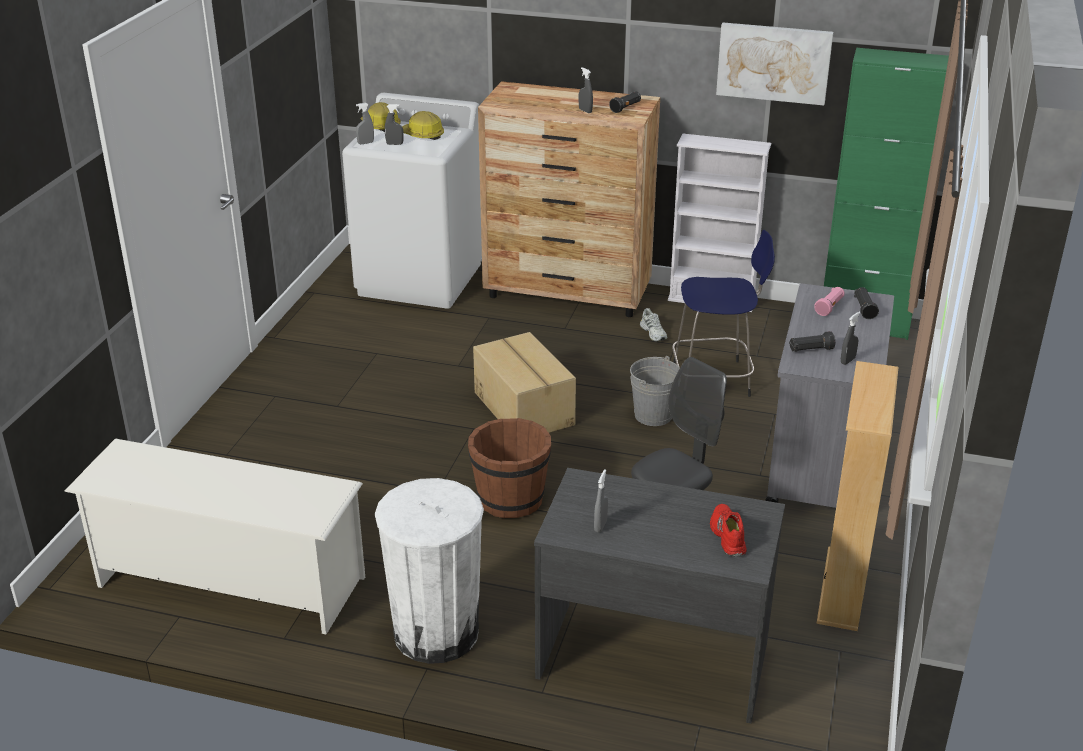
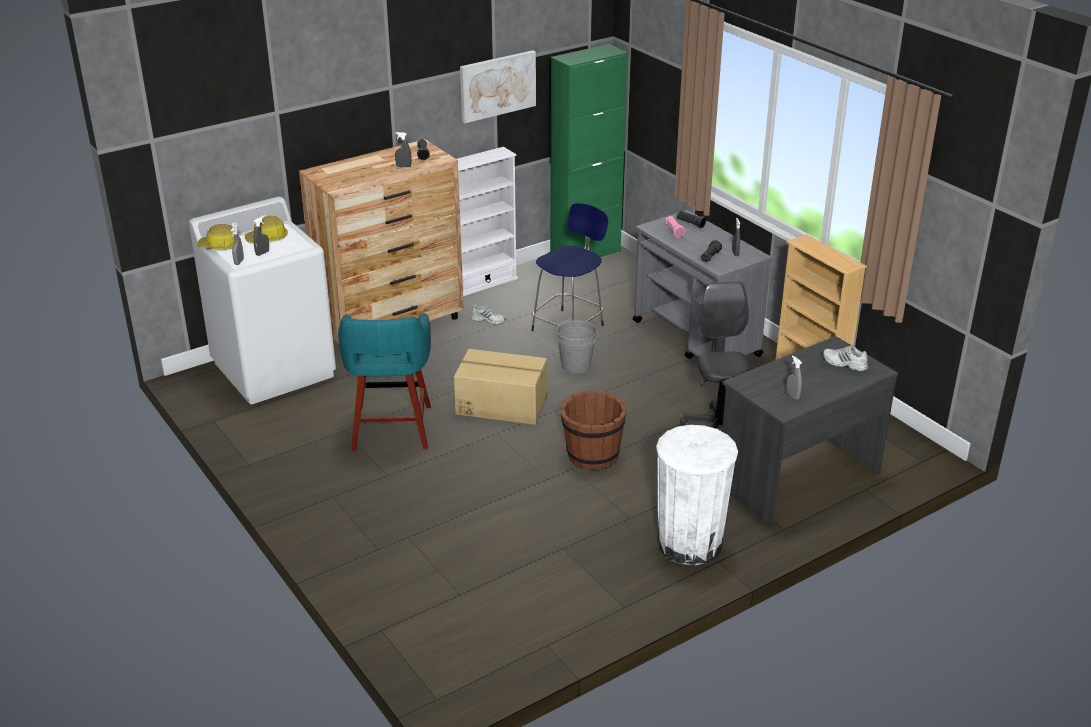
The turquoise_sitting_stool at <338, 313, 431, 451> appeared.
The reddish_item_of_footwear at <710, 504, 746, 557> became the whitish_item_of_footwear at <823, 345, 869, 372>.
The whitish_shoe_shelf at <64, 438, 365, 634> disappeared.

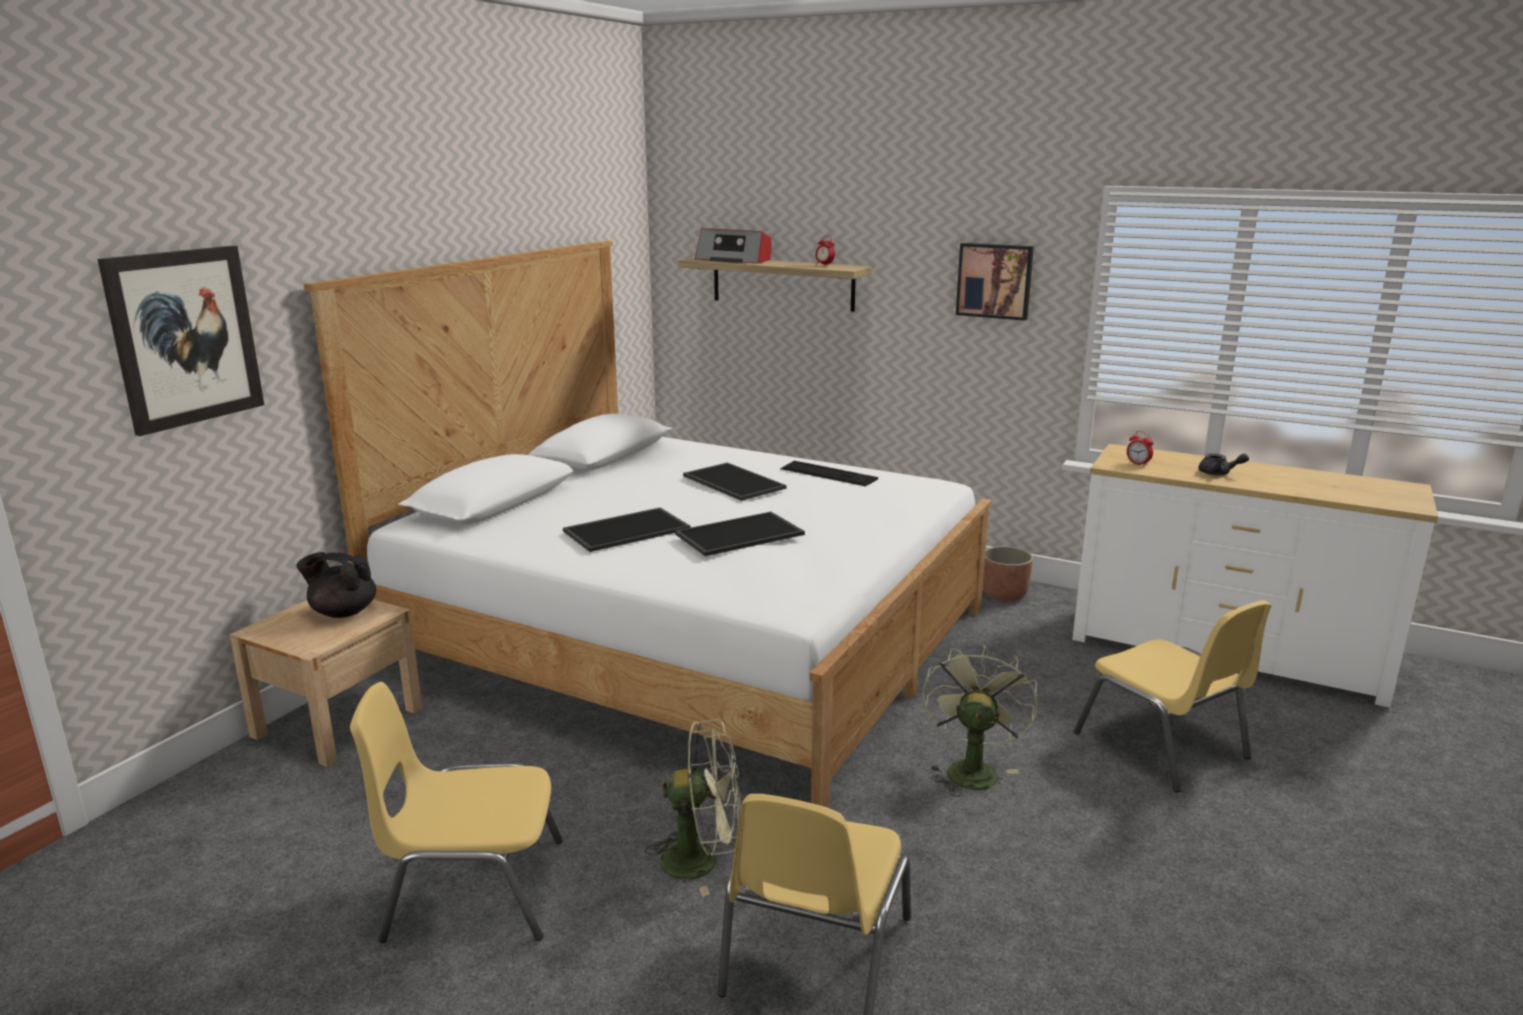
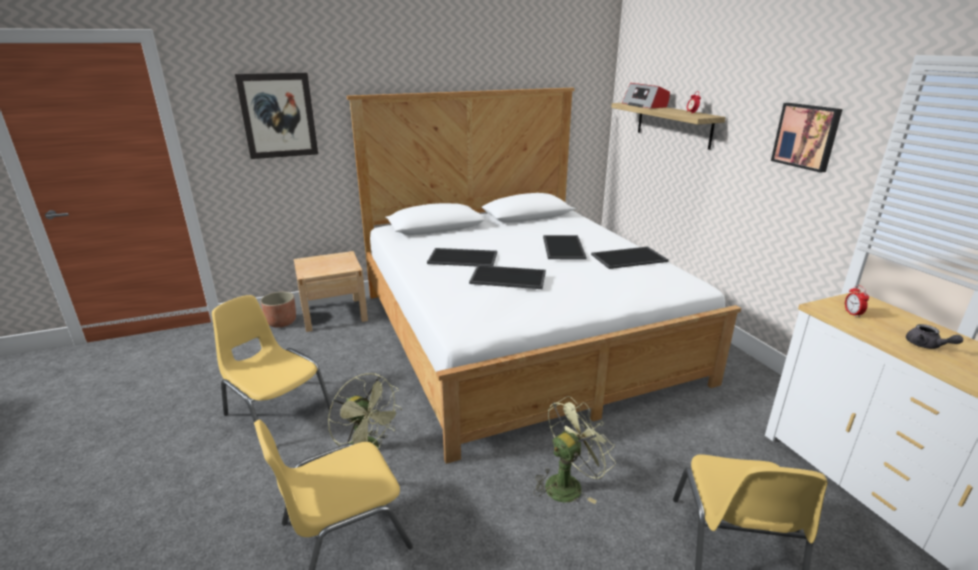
The plant_pot moved from <983, 546, 1033, 601> to <260, 292, 296, 328>.
The computer_keyboard at <780, 461, 878, 486> was replaced by the carrying_tray at <591, 246, 669, 269>.
The black-coloured_teapot at <296, 552, 376, 618> disappeared.

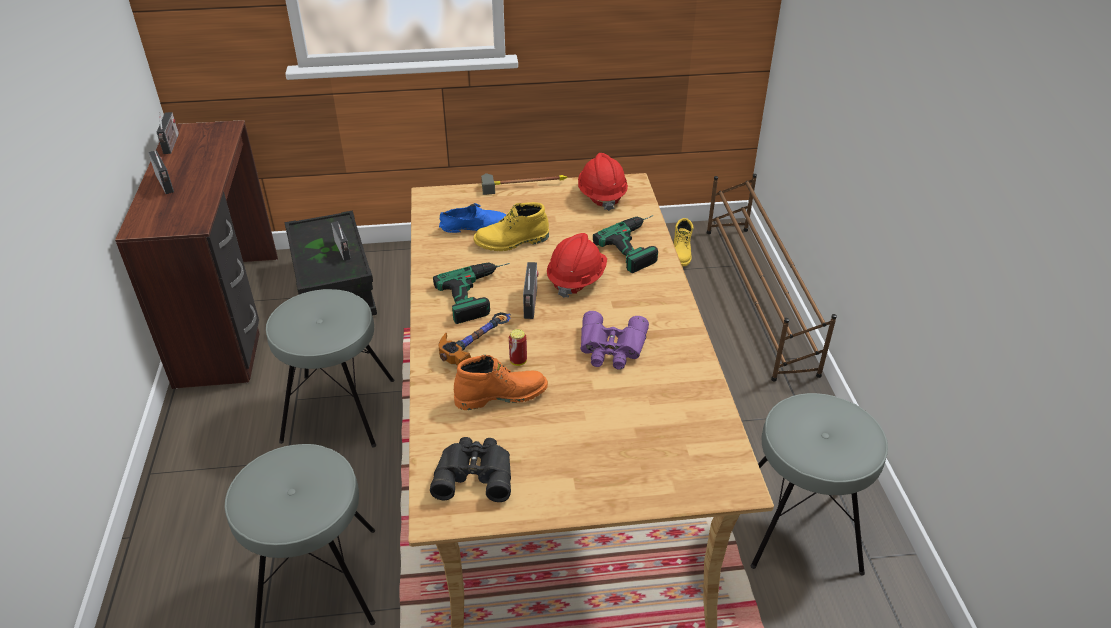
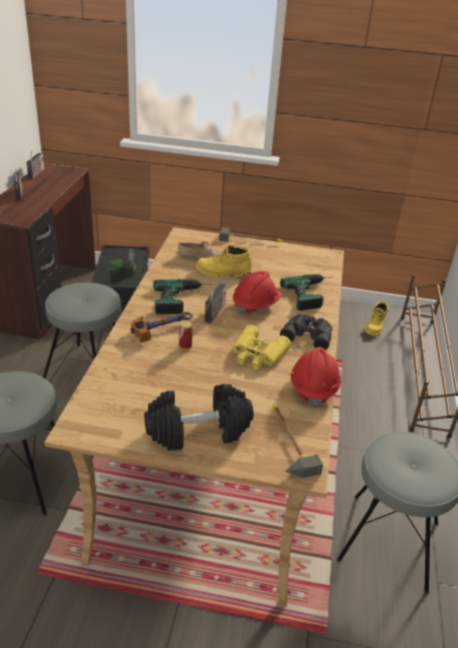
The black-coloured_hand_weight at <144, 384, 254, 451> appeared.
The blue_item_of_footwear at <439, 203, 506, 233> became the beige_item_of_footwear at <177, 241, 222, 260>.
The purple-coloured_field_glasses at <581, 311, 649, 370> became the yellowish_field_glasses at <233, 325, 291, 370>.
The tool_hammer at <273, 402, 323, 478> appeared.
The black-coloured_field_glasses moved from <430, 437, 511, 502> to <280, 314, 332, 350>.
The reddish_work_helmet moved from <578, 153, 628, 211> to <291, 347, 341, 408>.
The orange-coloured_tall_boot at <454, 355, 548, 410> disappeared.

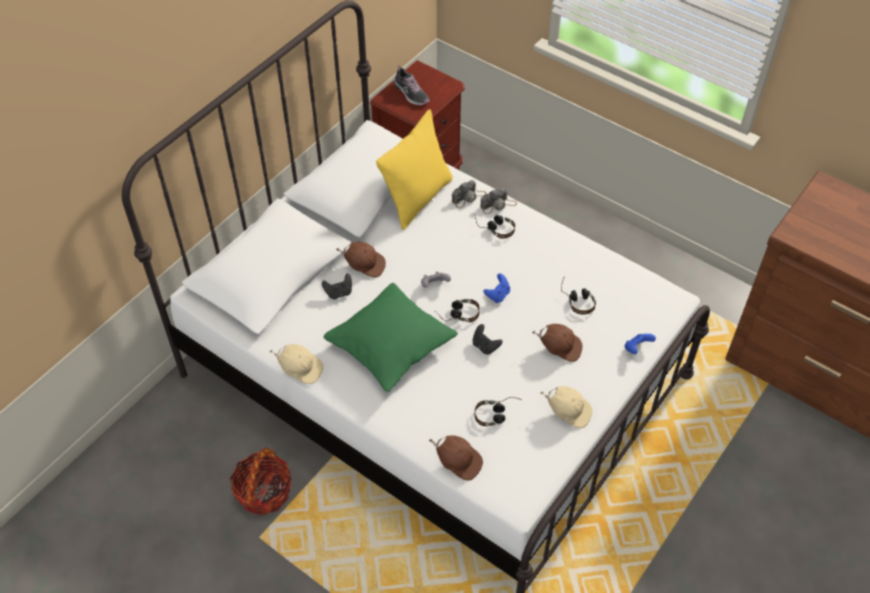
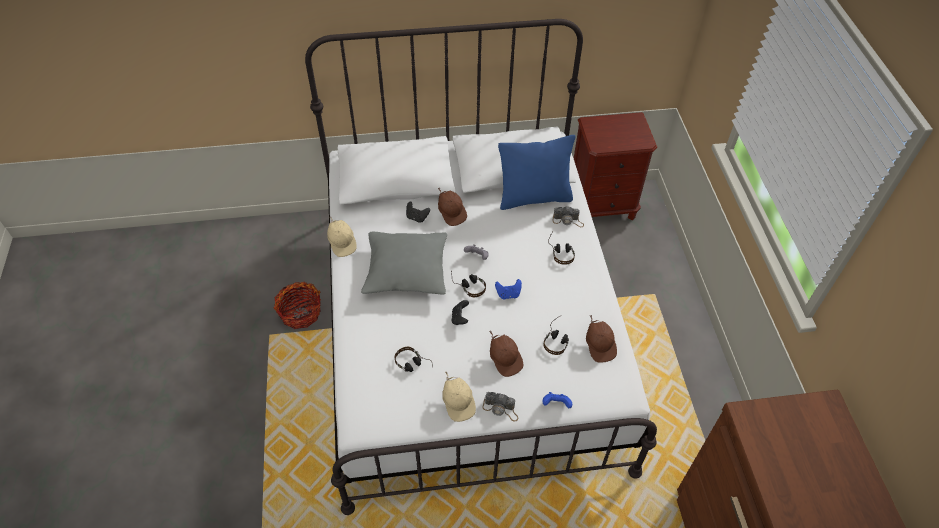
The green-coloured_throw_pillow at <324, 283, 458, 392> became the greyish_throw_pillow at <361, 232, 447, 295>.
The still_camera moved from <480, 188, 517, 214> to <482, 392, 519, 421>.
The yellowish_throw_pillow at <376, 110, 453, 230> became the blue_throw_pillow at <498, 135, 575, 210>.
The brown-coloured_cap moved from <429, 435, 483, 481> to <586, 315, 617, 363>.
The item_of_footwear at <394, 65, 430, 105> disappeared.

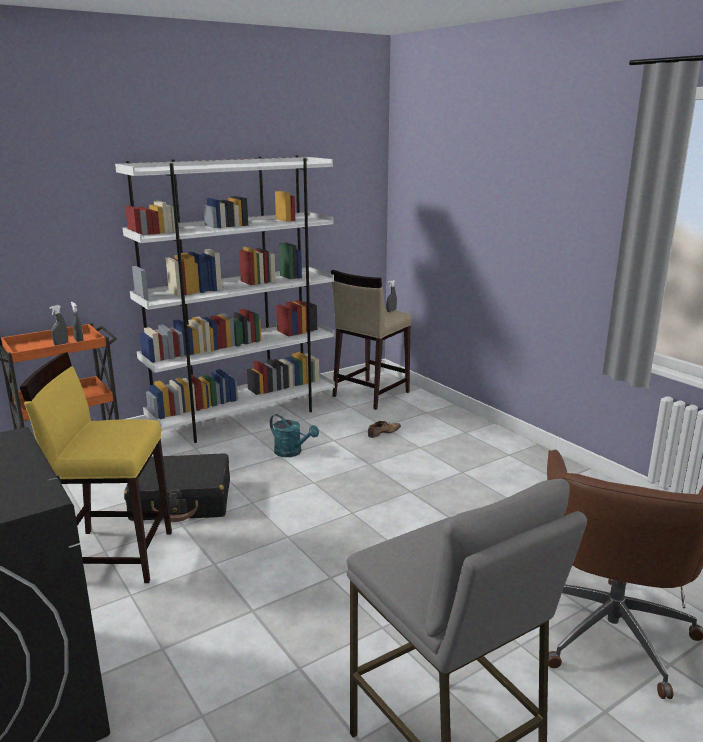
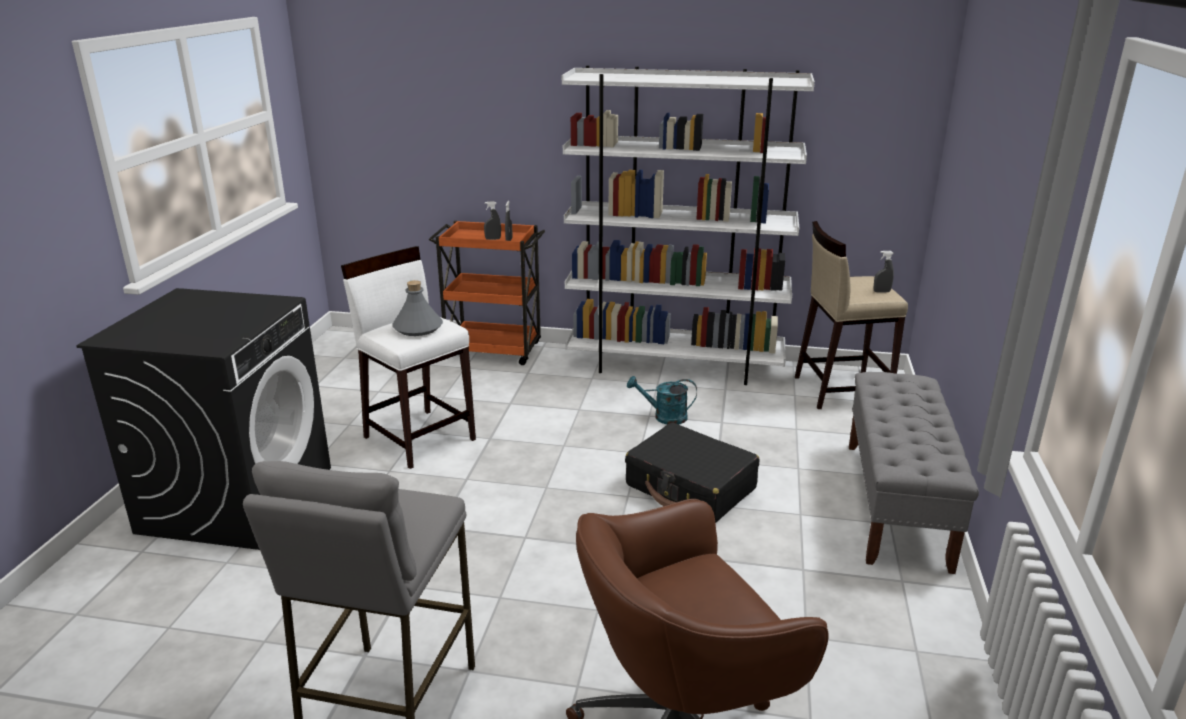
The yellowish_sitting_stool at <20, 352, 172, 583> became the whitish_sitting_stool at <341, 246, 476, 469>.
The greyish_drink_bottle at <392, 280, 443, 336> appeared.
The black-coloured_suitcase moved from <124, 453, 230, 522> to <625, 423, 759, 522>.
The turquoise_watering_pot at <270, 414, 319, 457> turned 105 degrees clockwise.
The greyish_bench at <849, 372, 979, 574> appeared.
The item_of_footwear at <368, 421, 401, 438> disappeared.

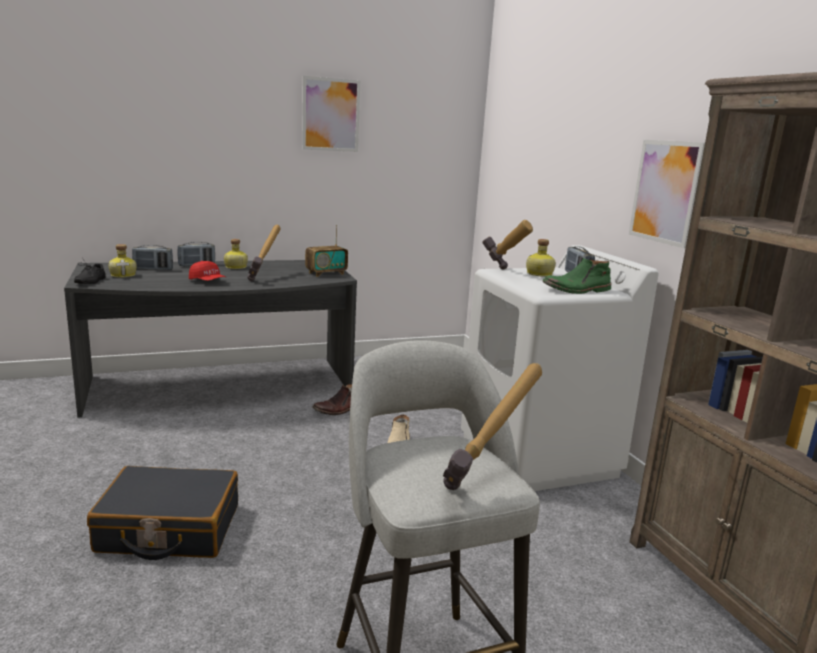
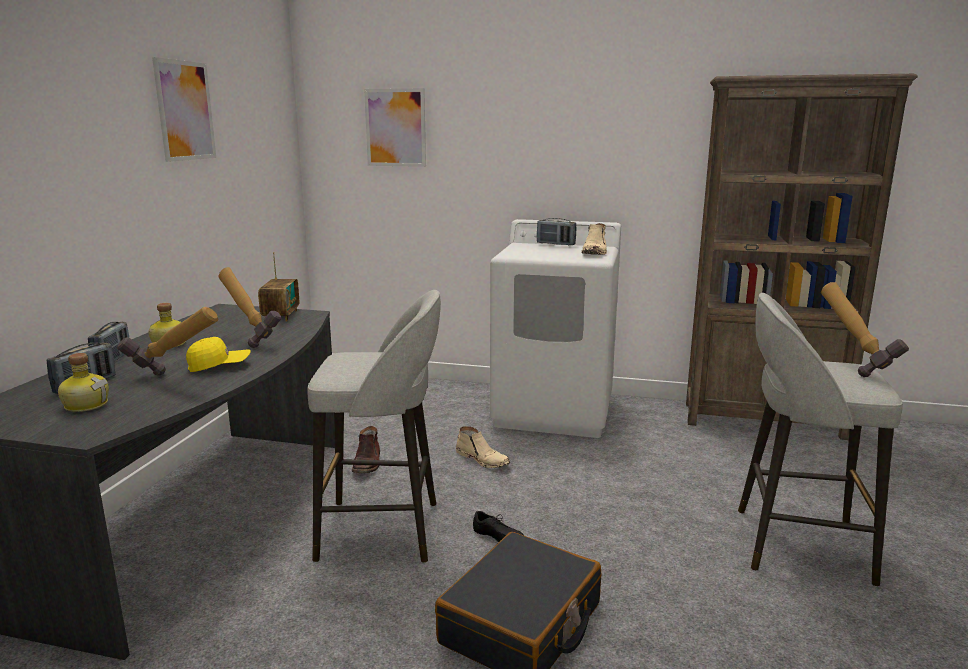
The tool_hammer moved from <482, 220, 533, 269> to <117, 307, 218, 375>.
The reddish_cap at <189, 261, 225, 281> became the yellowish_cap at <186, 337, 251, 372>.
The greyish_sitting_stool at <307, 290, 441, 563> appeared.
The picture moved from <629, 140, 705, 248> to <364, 88, 426, 167>.
The black-coloured_item_of_footwear moved from <74, 258, 106, 284> to <473, 511, 523, 542>.
The green-coloured_tall_boot at <543, 258, 612, 294> became the beige_tall_boot at <581, 223, 607, 255>.
The drink_bottle at <526, 239, 556, 277> disappeared.

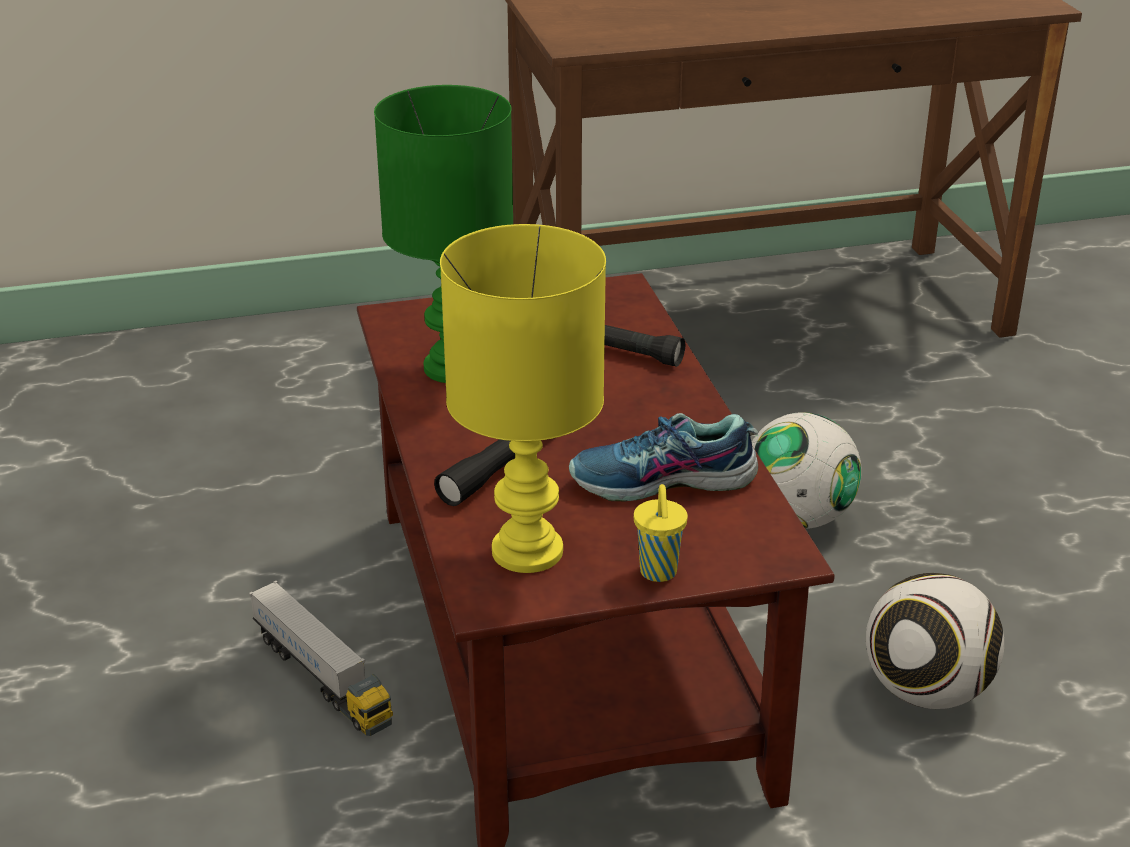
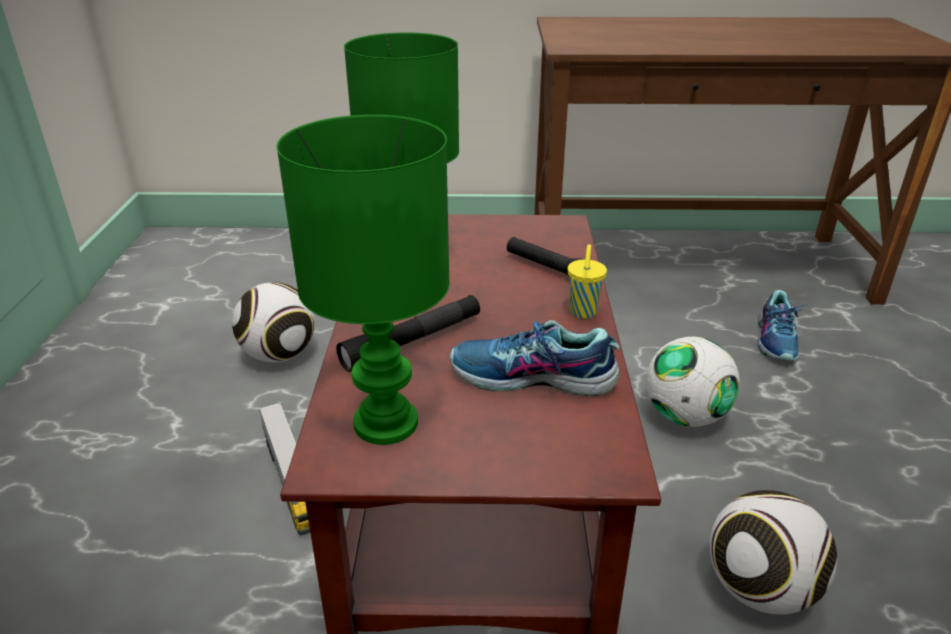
The football at <232, 282, 315, 362> appeared.
The yellowish_lamp_for_a_table at <440, 224, 606, 573> became the green-coloured_lamp_for_a_table at <277, 115, 450, 445>.
The yellowish_small_cup moved from <634, 484, 688, 582> to <568, 244, 607, 319>.
The item_of_footwear at <758, 290, 807, 361> appeared.

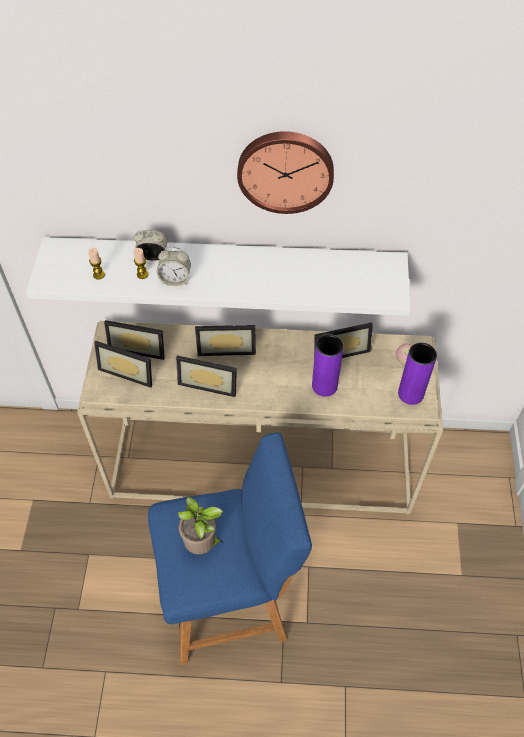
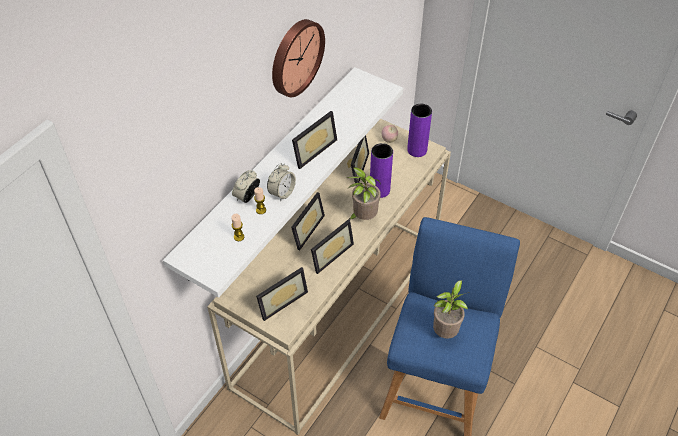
The photo_frame moved from <104, 320, 165, 360> to <292, 111, 337, 169>.
The plant_in_a_pot at <347, 167, 381, 220> appeared.

